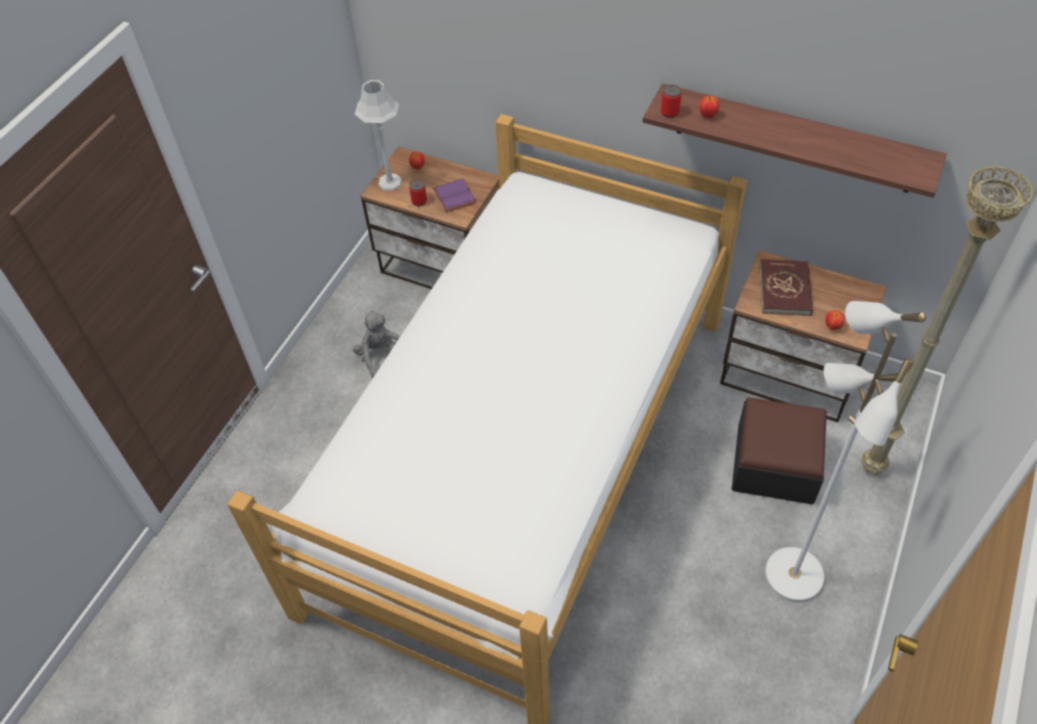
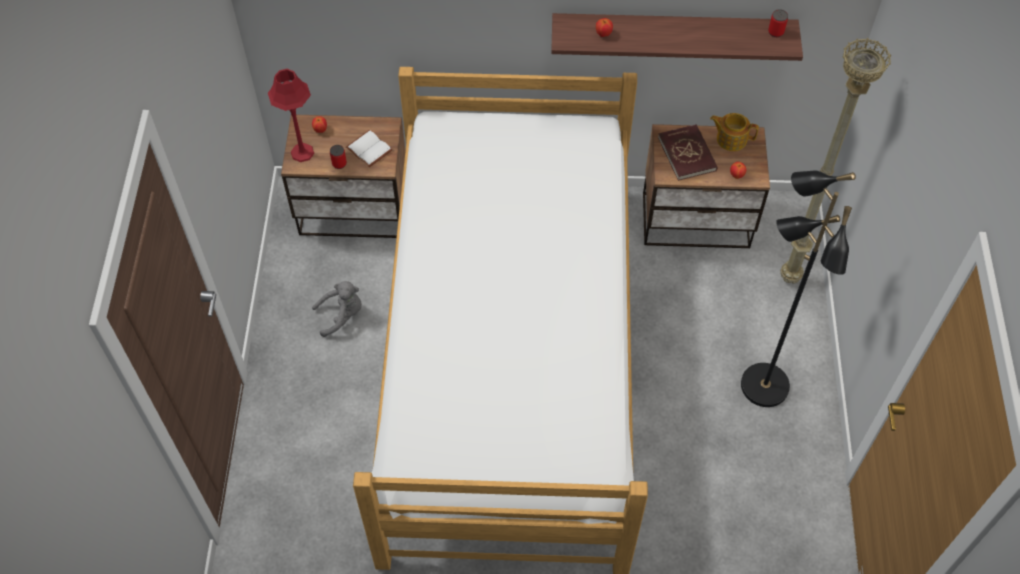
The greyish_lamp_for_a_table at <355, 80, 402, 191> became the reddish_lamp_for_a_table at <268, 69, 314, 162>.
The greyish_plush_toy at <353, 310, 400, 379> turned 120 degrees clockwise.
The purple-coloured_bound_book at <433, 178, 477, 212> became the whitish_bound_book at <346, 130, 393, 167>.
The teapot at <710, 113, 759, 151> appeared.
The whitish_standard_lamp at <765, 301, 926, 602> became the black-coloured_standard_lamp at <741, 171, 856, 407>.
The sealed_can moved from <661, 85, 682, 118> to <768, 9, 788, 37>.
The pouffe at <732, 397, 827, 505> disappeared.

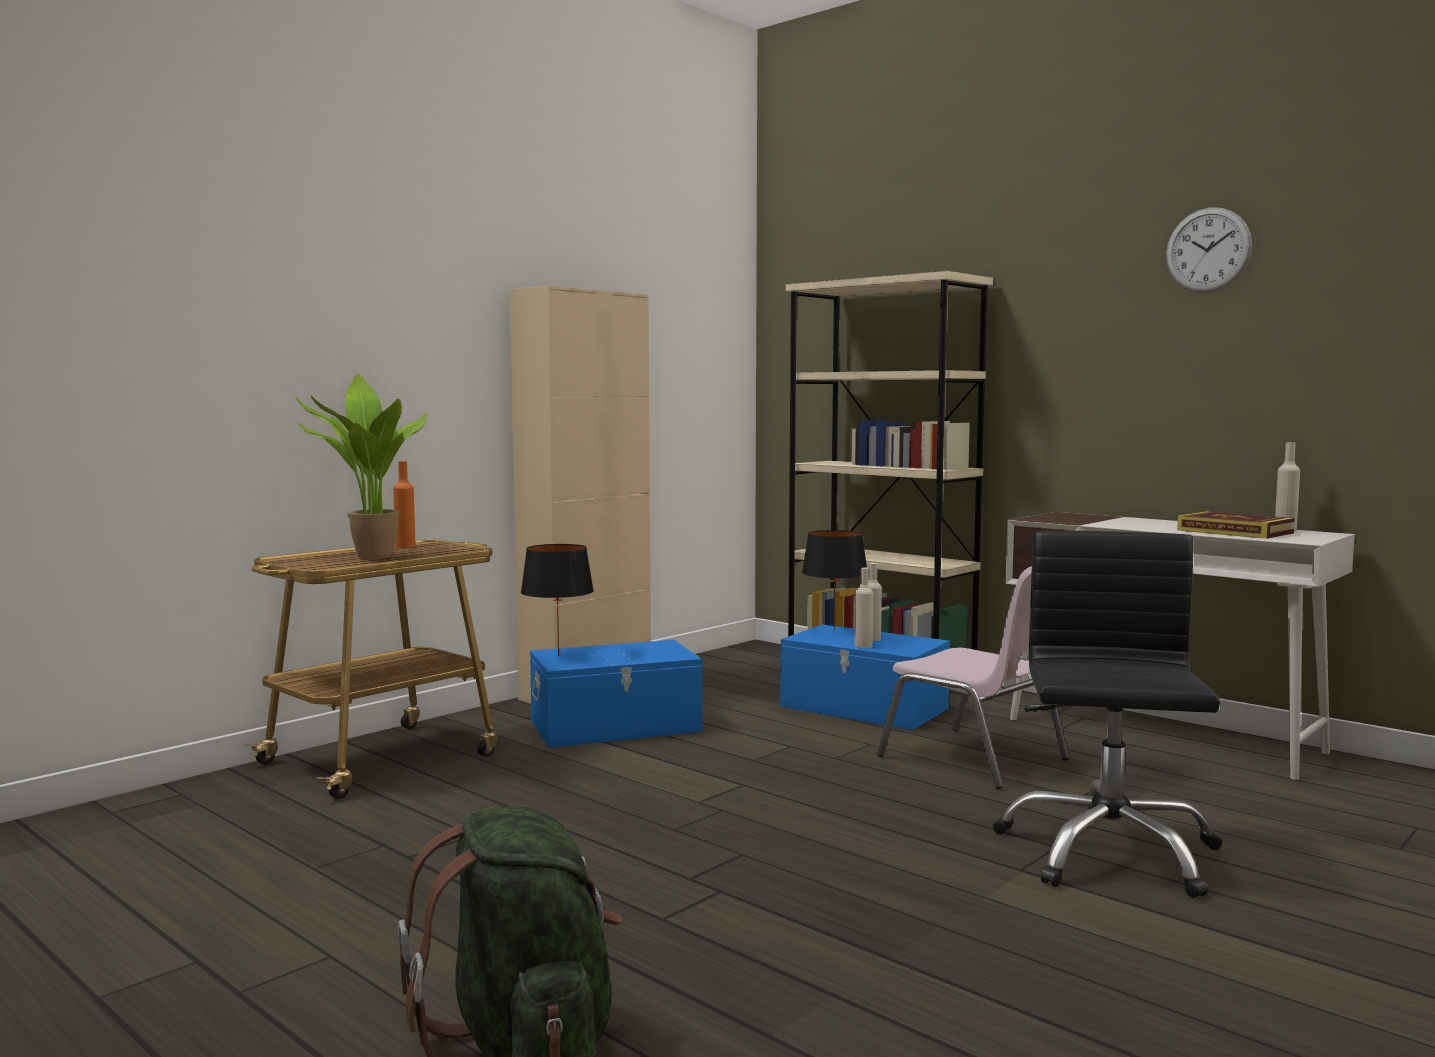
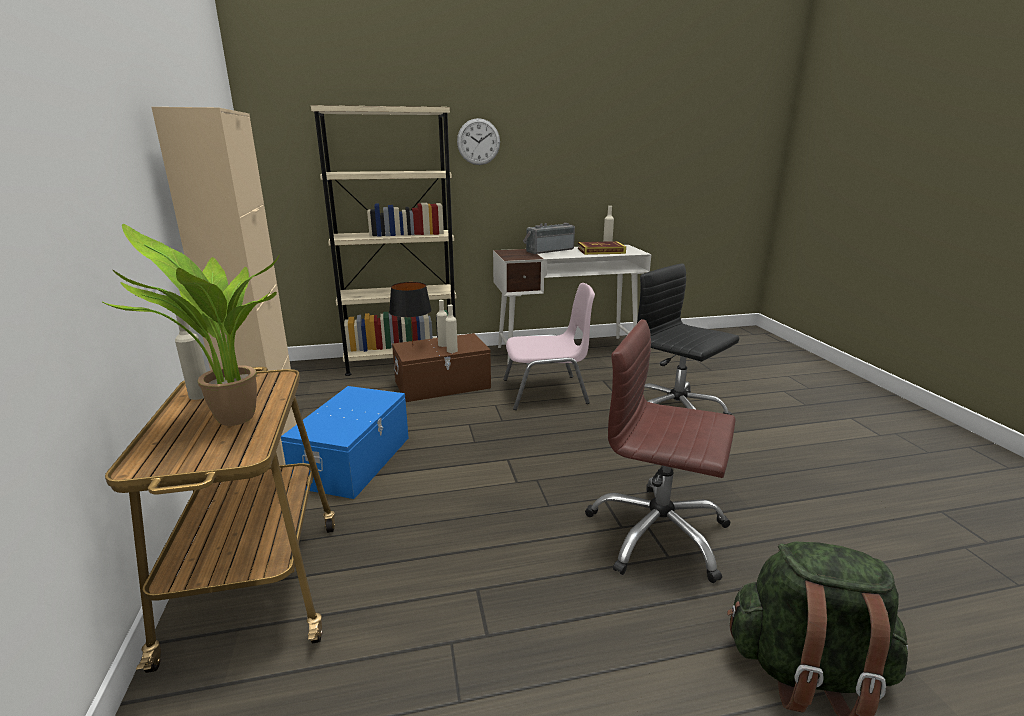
The orange-coloured_drink_bottle at <393, 461, 416, 548> became the beige_drink_bottle at <175, 315, 206, 400>.
The blue_storage_bin at <780, 625, 950, 730> became the brown-coloured_storage_bin at <392, 333, 491, 402>.
The hanging_clock moved from <1166, 207, 1252, 293> to <457, 118, 500, 165>.
The radio_set at <523, 223, 575, 254> appeared.
The brown-coloured_desk_chair at <585, 319, 736, 583> appeared.
The black-coloured_lamp_for_a_table at <521, 544, 594, 656> disappeared.

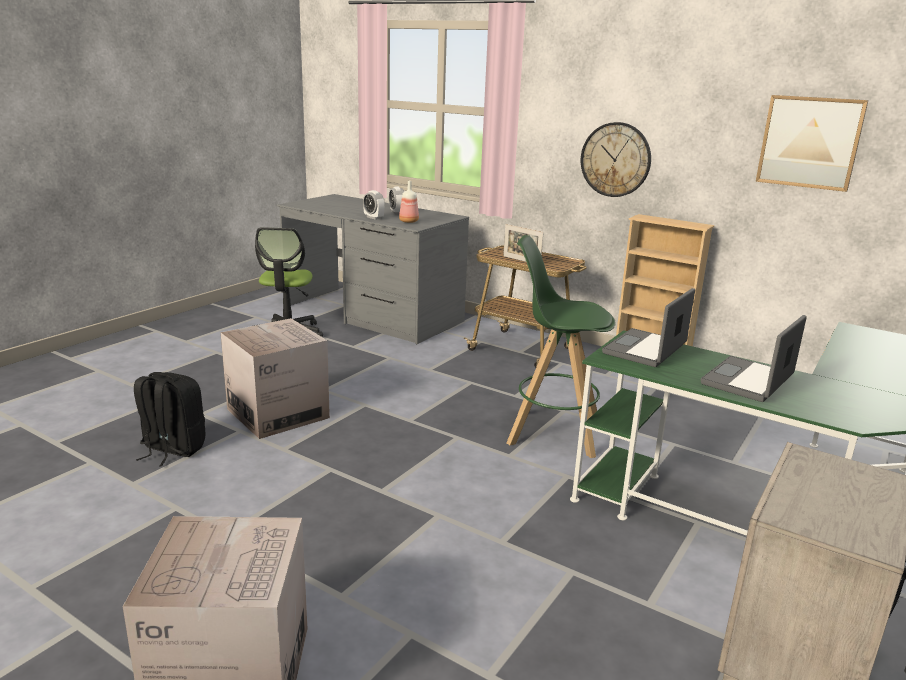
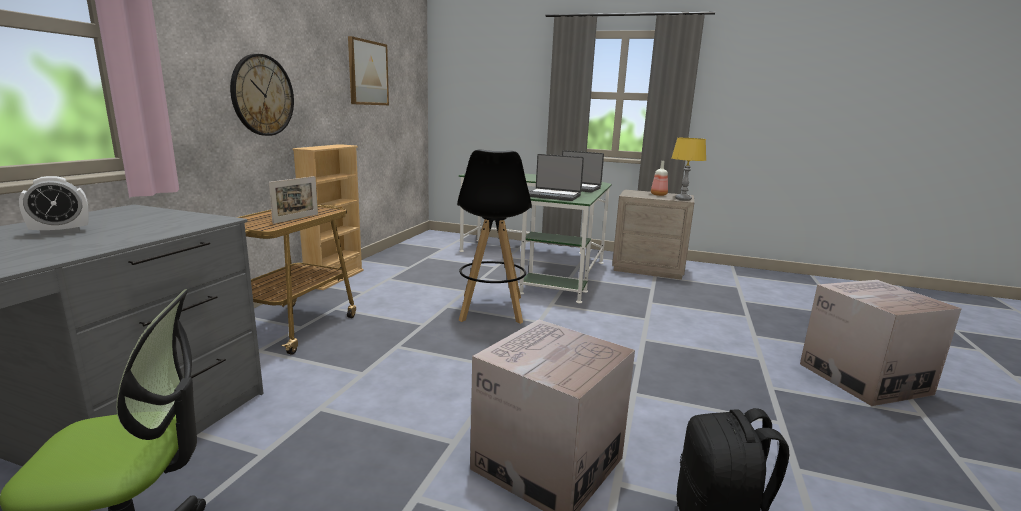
The green-coloured_sitting_stool at <506, 235, 616, 458> became the black-coloured_sitting_stool at <457, 149, 532, 324>.
The drink_bottle moved from <399, 181, 419, 223> to <651, 161, 668, 196>.
The yellowish_lamp_for_a_table at <672, 138, 706, 201> appeared.
The alarm_clock at <363, 190, 385, 220> disappeared.

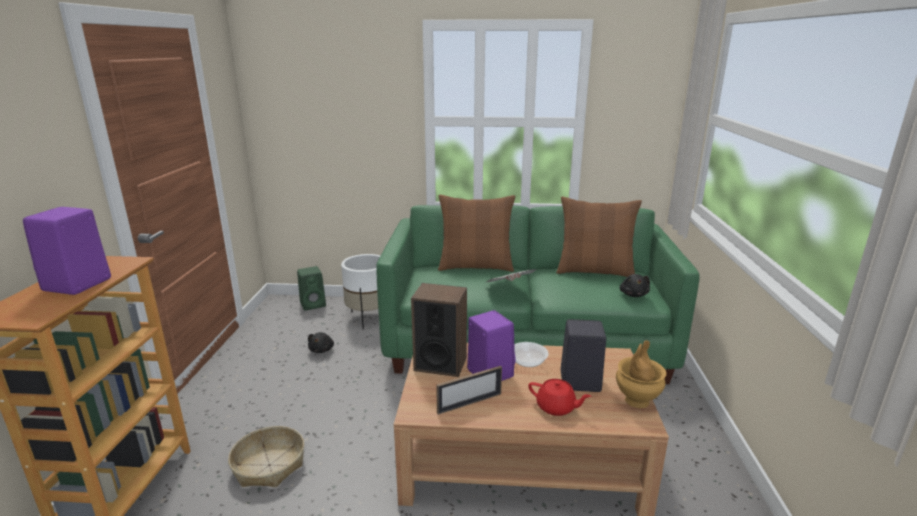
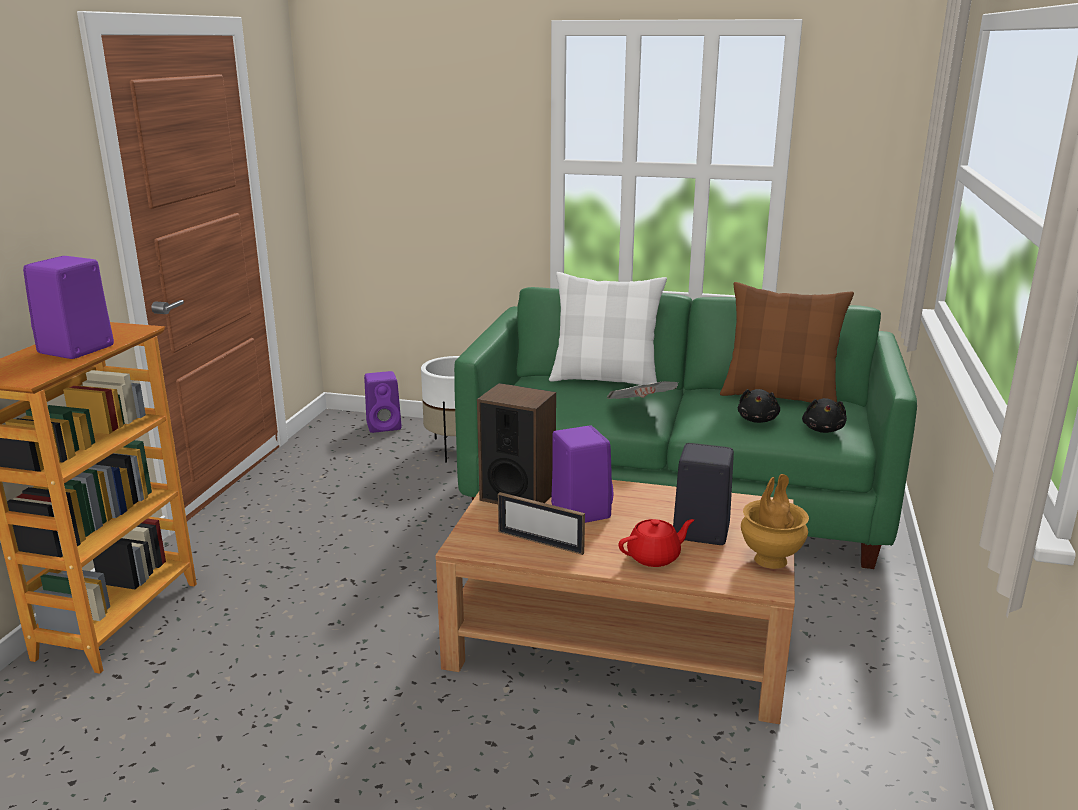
The green-coloured_loudspeaker at <297, 266, 326, 310> became the purple-coloured_loudspeaker at <364, 371, 402, 433>.
The photo_frame at <436, 366, 502, 415> turned 45 degrees clockwise.
The brown-coloured_throw_pillow at <438, 195, 515, 272> became the whitish_throw_pillow at <549, 272, 667, 385>.
The reddish_teapot at <528, 379, 591, 416> turned 60 degrees counterclockwise.
The black-coloured_plush_toy moved from <308, 332, 334, 353> to <738, 389, 780, 423>.
The household_basket at <228, 426, 304, 487> disappeared.
The bowl at <514, 342, 549, 367> disappeared.

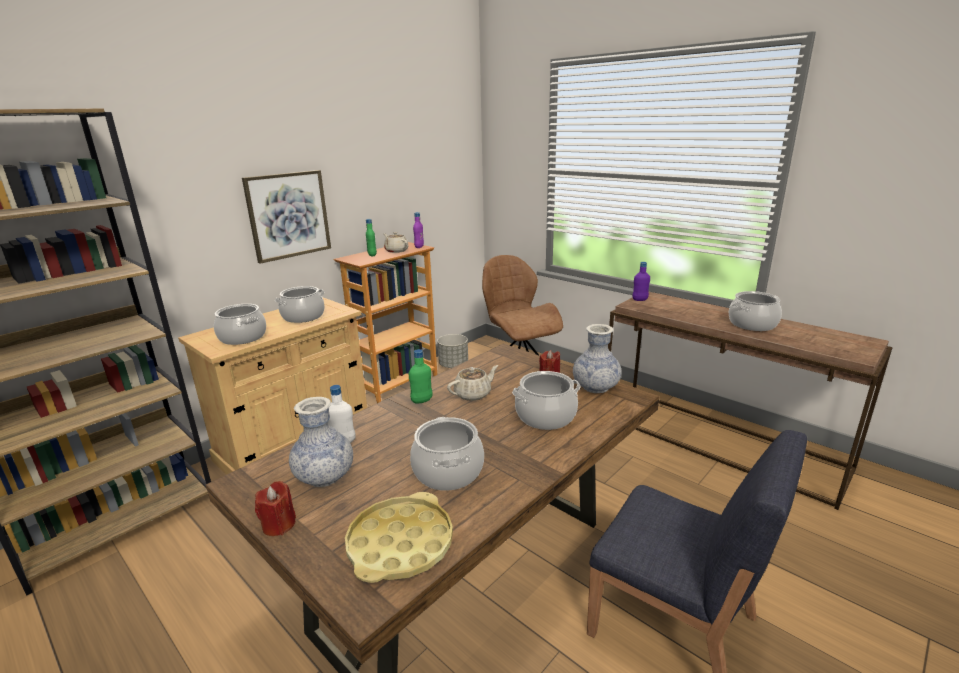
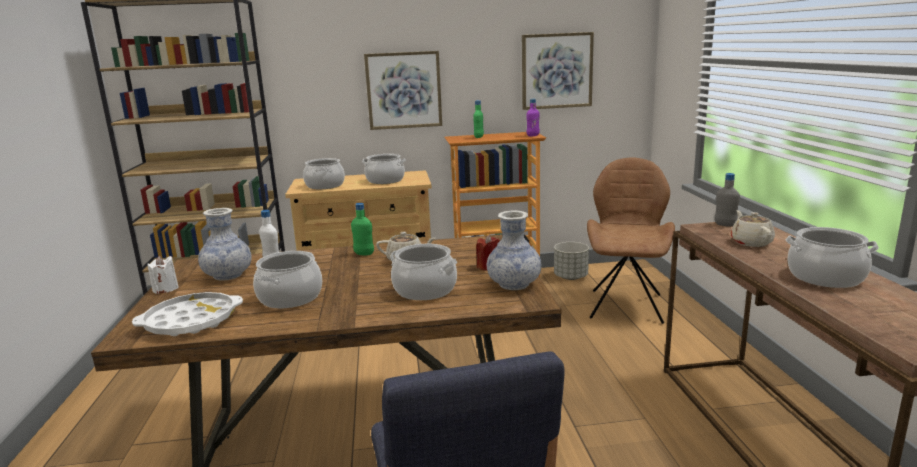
The yellowish_carrying_tray at <345, 492, 453, 583> became the whitish_carrying_tray at <132, 292, 243, 336>.
The reddish_wax_candle at <255, 481, 296, 536> became the whitish_wax_candle at <147, 256, 179, 294>.
The picture at <522, 32, 594, 110> appeared.
The purple-coloured_drink_bottle at <632, 262, 650, 301> became the greyish_drink_bottle at <714, 173, 740, 227>.
The beige_teapot moved from <383, 232, 409, 253> to <731, 210, 775, 247>.

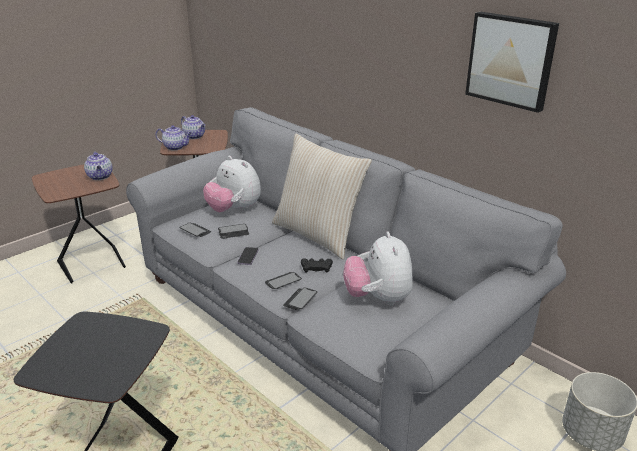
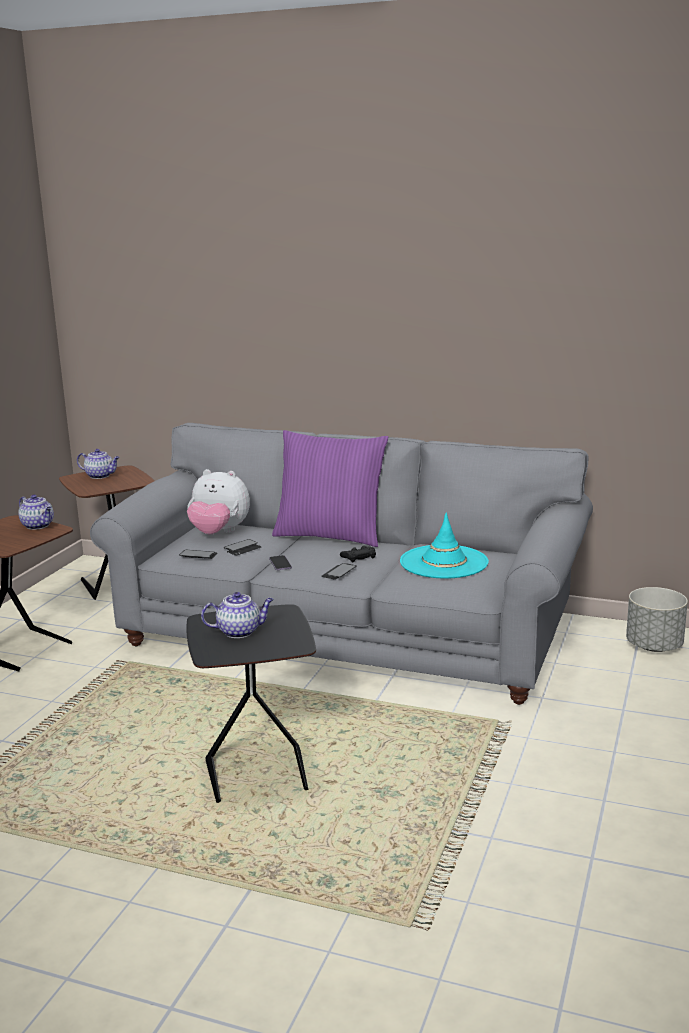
The teapot moved from <156, 125, 192, 150> to <201, 592, 274, 638>.
The beige_throw_pillow at <272, 133, 372, 259> became the purple-coloured_throw_pillow at <272, 430, 388, 547>.
The plush_toy at <343, 232, 413, 305> was replaced by the turquoise_hat at <400, 513, 489, 579>.
The telephone at <283, 287, 317, 310> disappeared.
The picture at <465, 12, 559, 113> disappeared.

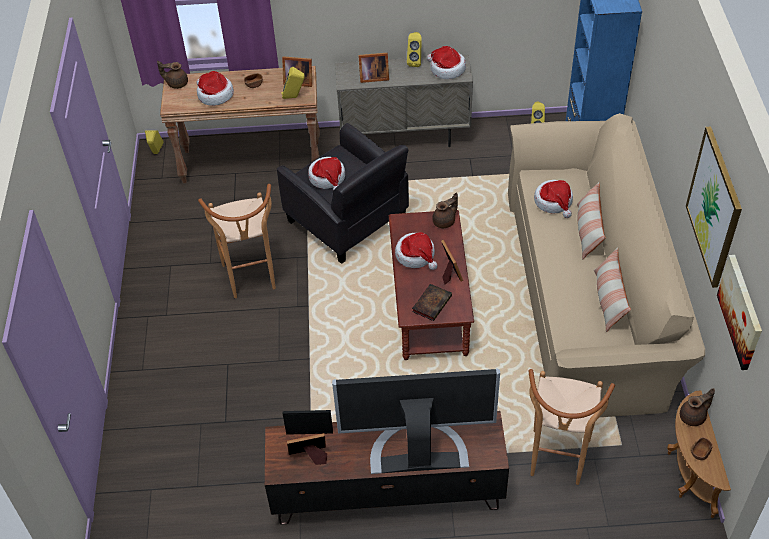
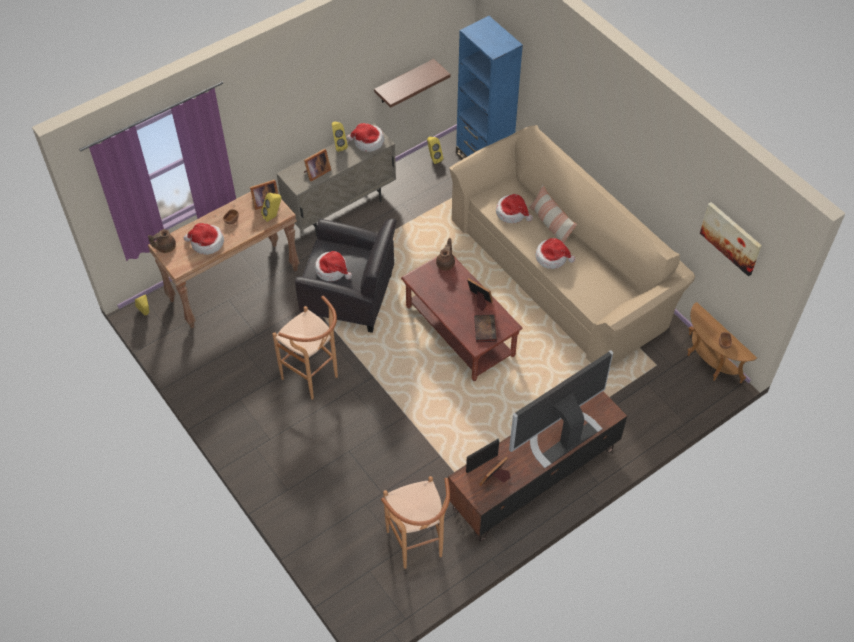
The shelf at <374, 59, 451, 108> appeared.
The brown-coloured_sitting_stool moved from <529, 369, 615, 485> to <381, 476, 450, 569>.
The hat moved from <395, 232, 437, 270> to <535, 238, 575, 269>.
The throw_pillow at <594, 247, 631, 332> disappeared.
The brown-coloured_teapot at <680, 388, 715, 426> disappeared.
The picture at <686, 127, 742, 288> disappeared.

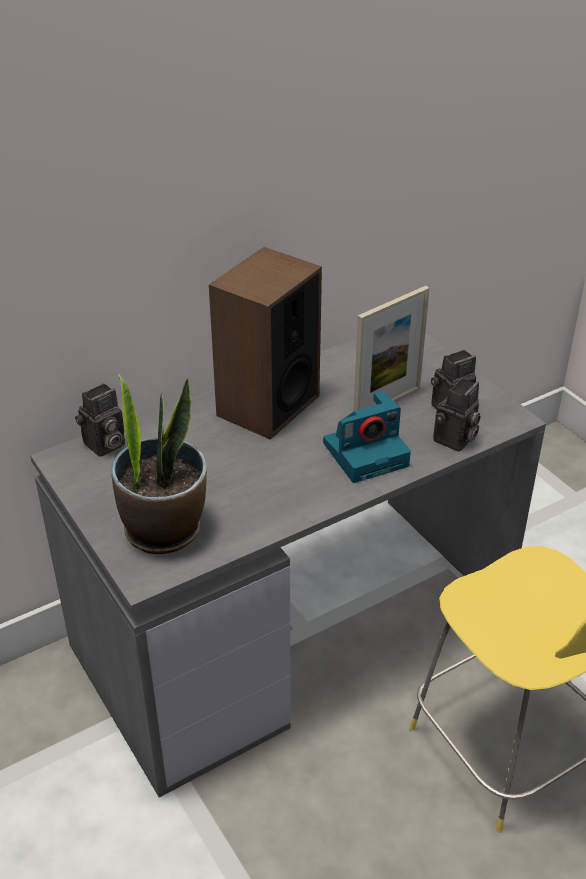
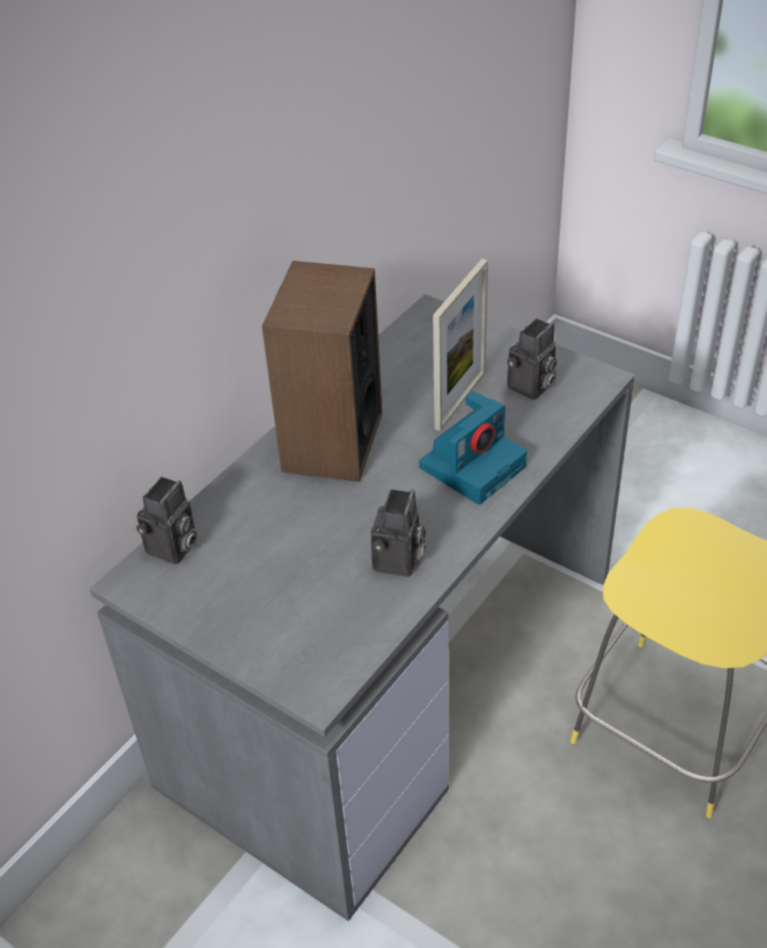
The still_camera moved from <433, 378, 481, 452> to <371, 489, 426, 577>.
The plant_in_a_pot at <111, 374, 207, 554> disappeared.

